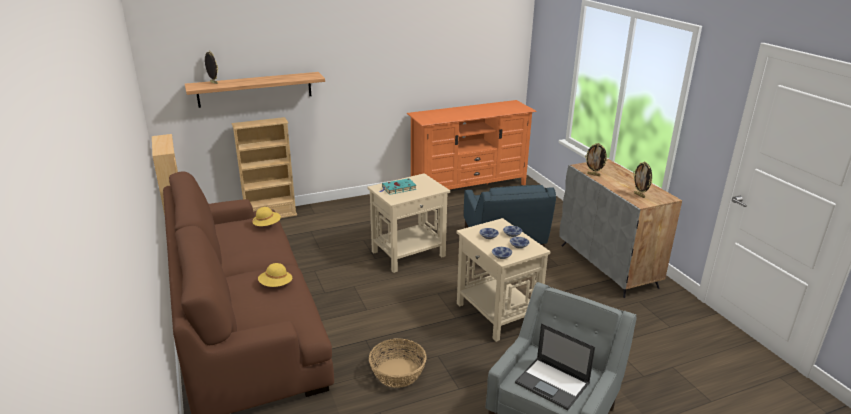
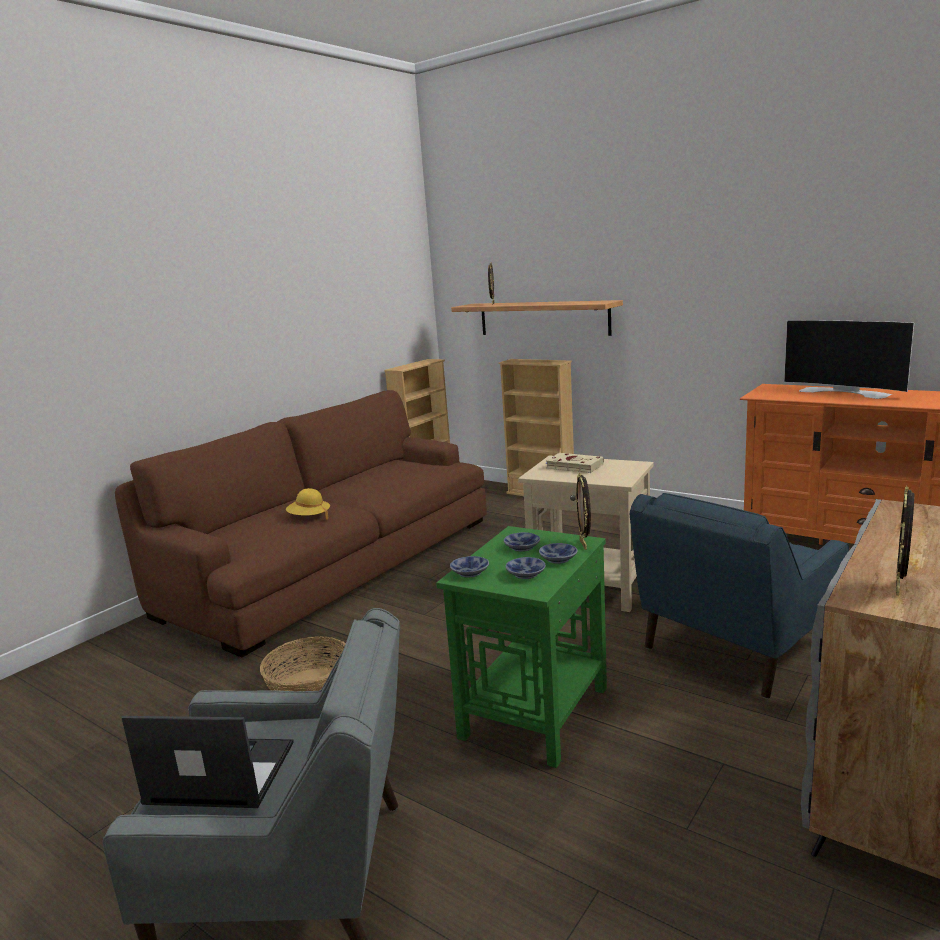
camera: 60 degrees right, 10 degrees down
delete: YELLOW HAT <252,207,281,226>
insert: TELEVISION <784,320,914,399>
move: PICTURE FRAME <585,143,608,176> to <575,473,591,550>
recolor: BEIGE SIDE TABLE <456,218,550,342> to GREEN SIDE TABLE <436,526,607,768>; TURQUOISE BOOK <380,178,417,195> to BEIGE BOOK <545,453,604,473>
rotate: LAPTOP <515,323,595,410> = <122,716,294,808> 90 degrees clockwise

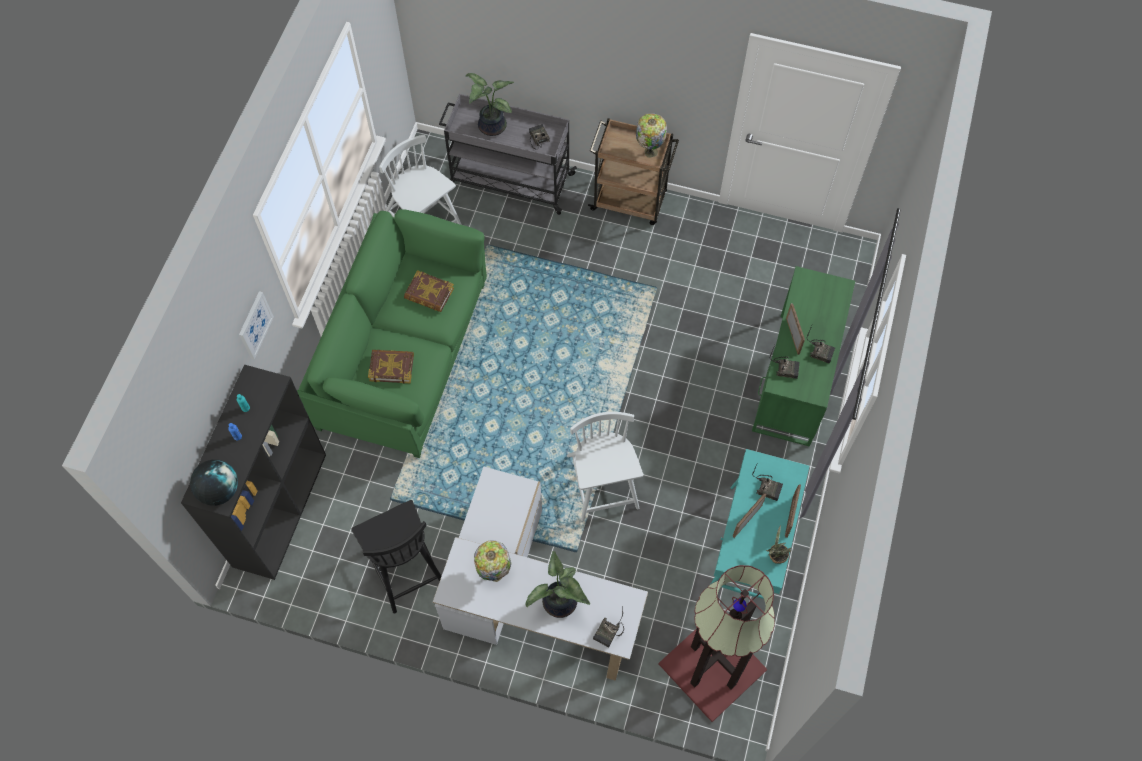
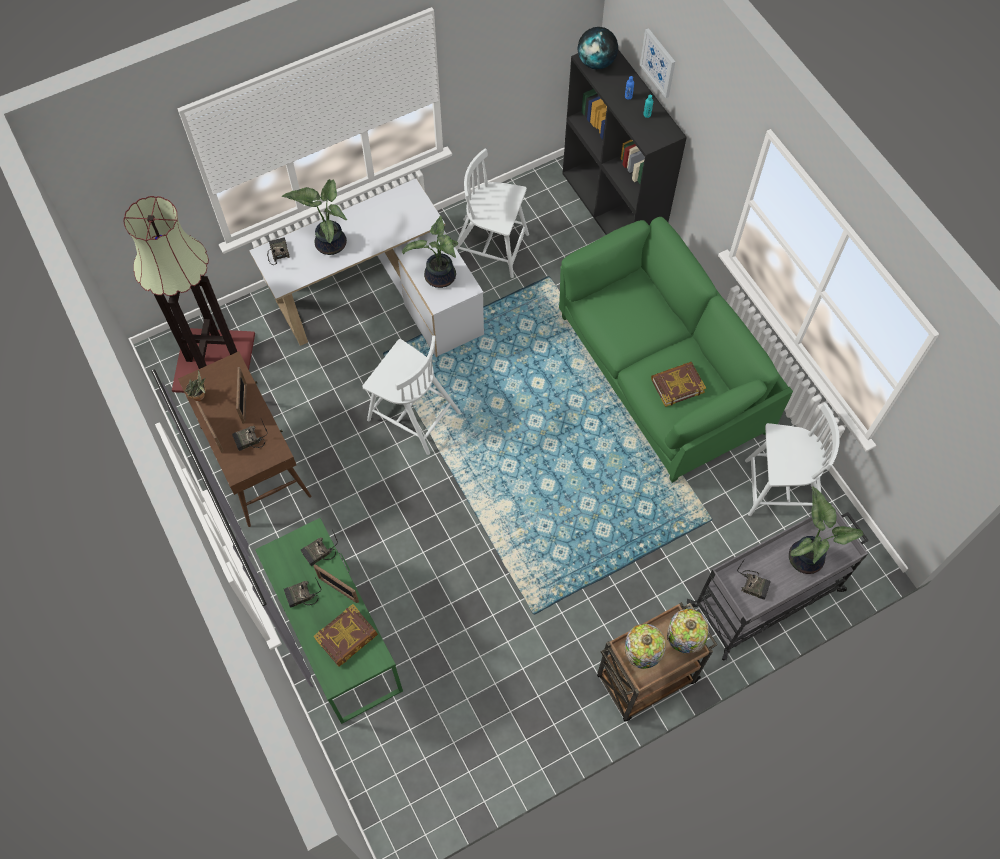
camera: 135 degrees right, 0 degrees up
insert: POTTED PLANT <402,216,458,288>
move: BOOK <368,350,414,384> to <314,604,378,666>; PICTURE <239,291,274,359> to <640,28,675,98>; TABLE LAMP <474,541,511,582> to <667,609,709,653>
recolor: TURQUOISE CONSOLE TABLE <710,449,809,599> to BROWN CONSOLE TABLE <178,351,311,527>; BLACK CHAIR <351,500,441,614> to WHITE CHAIR <455,148,529,278>

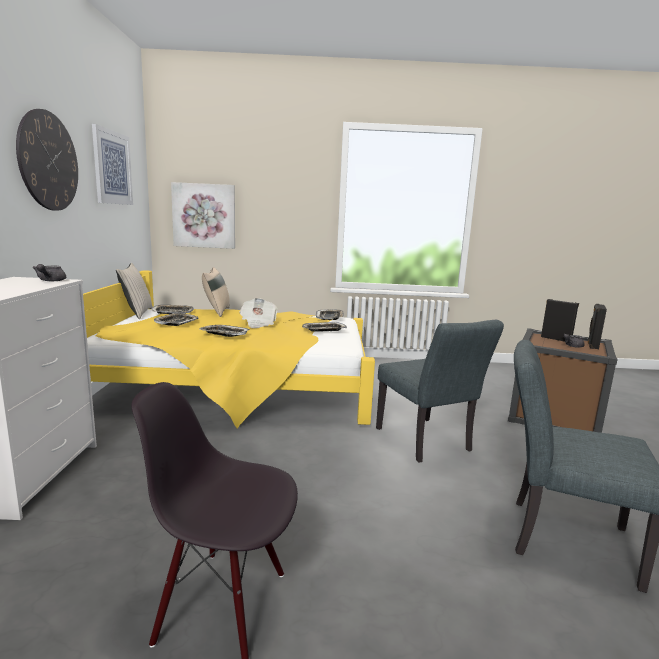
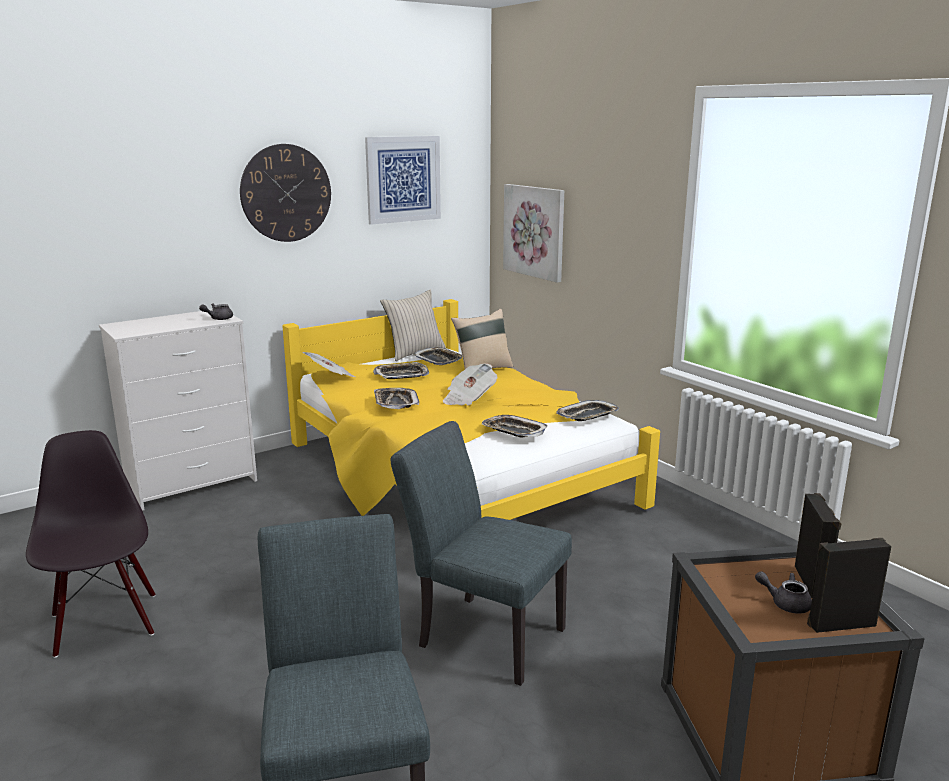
camera: 55 degrees right, 5 degrees up
insert: NEWSPAPER <303,352,355,377>
rotate: GREY CHAIR <376,320,504,462> = <390,421,572,686> 90 degrees clockwise

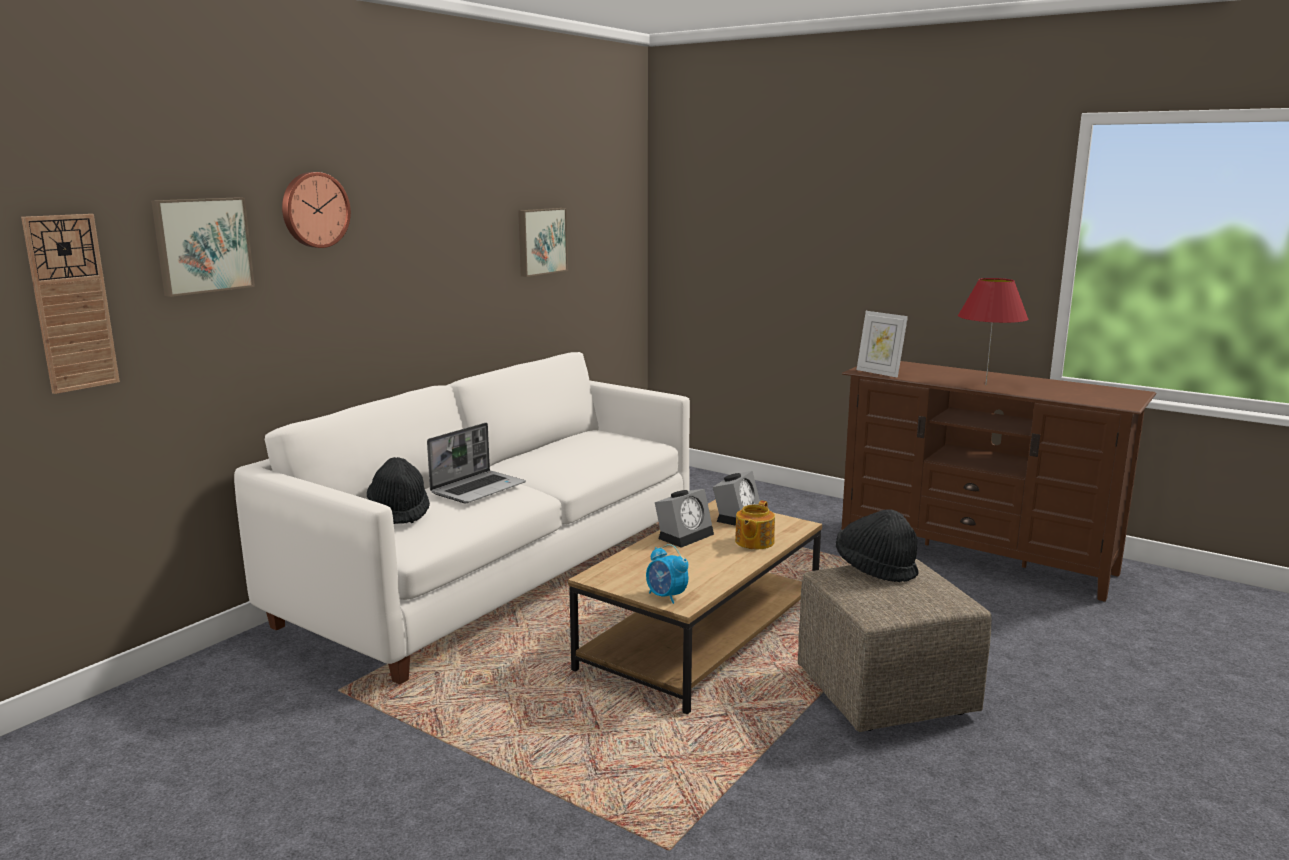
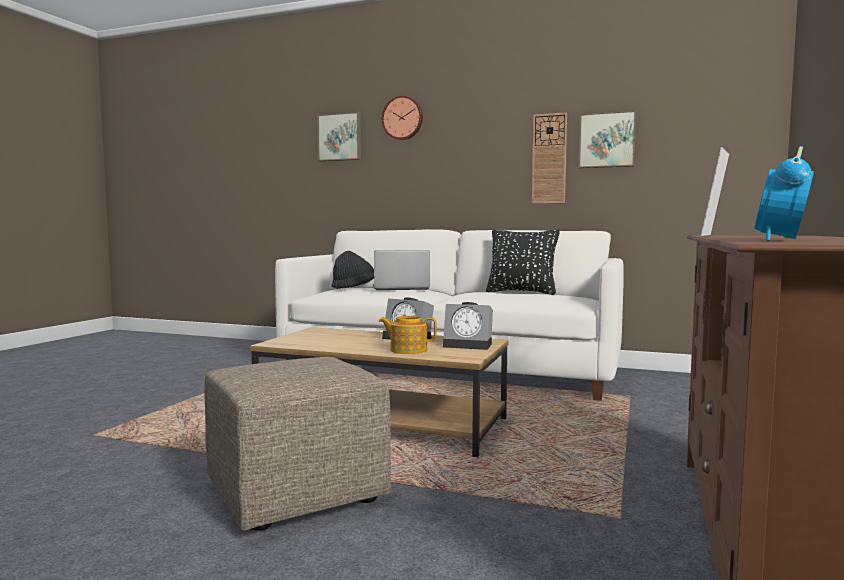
camera: 75 degrees right, 10 degrees down
delete: BLACK HAT <836,510,919,582>; RED TABLE LAMP <958,278,1028,384>
insert: BLACK PILLOW <486,229,560,295>
move: WALL CLOCK <21,214,120,394> to <532,112,567,204>; ALARM CLOCK <646,544,689,604> to <754,146,814,241>
rotate: LAPTOP <427,423,526,503> = <373,250,430,290> 150 degrees clockwise

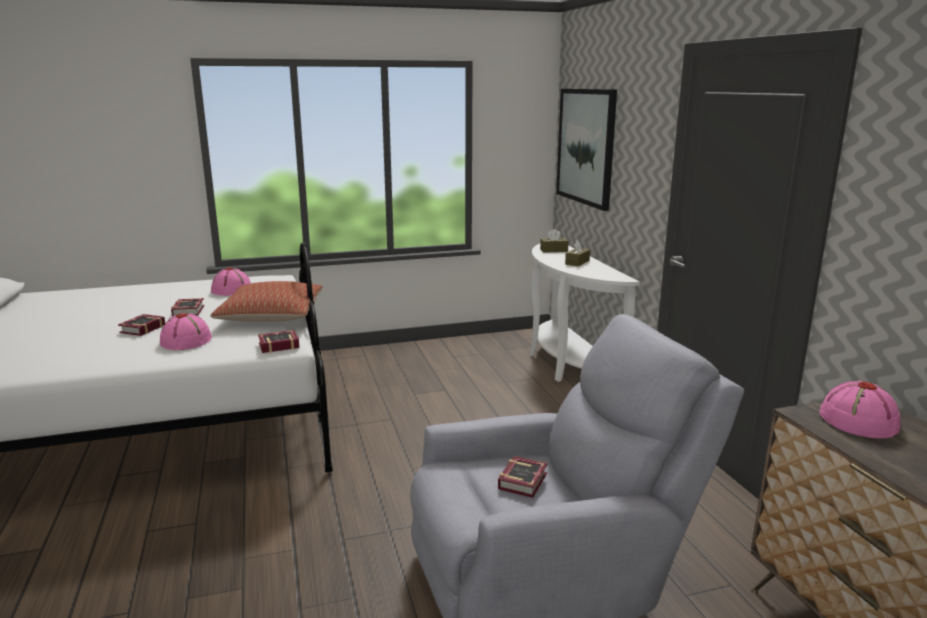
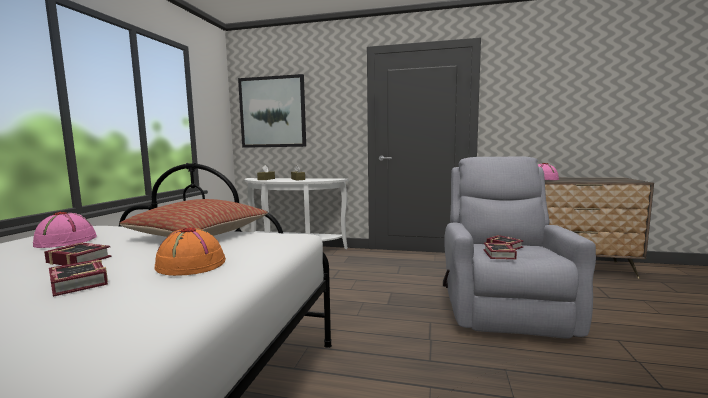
camera: 60 degrees left, 10 degrees down
move: BOOK <258,330,300,353> to <483,243,517,260>
recolor: PINK HAT <160,313,212,350> to ORANGE HAT <155,227,226,276>

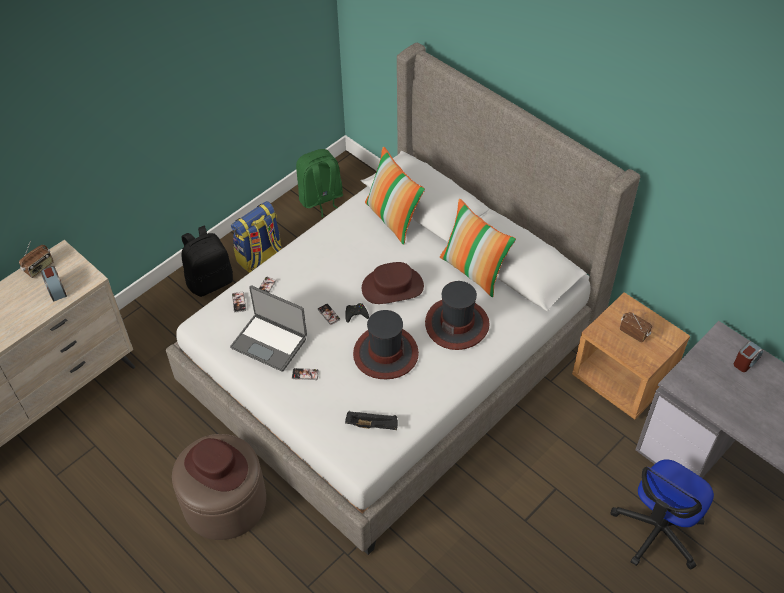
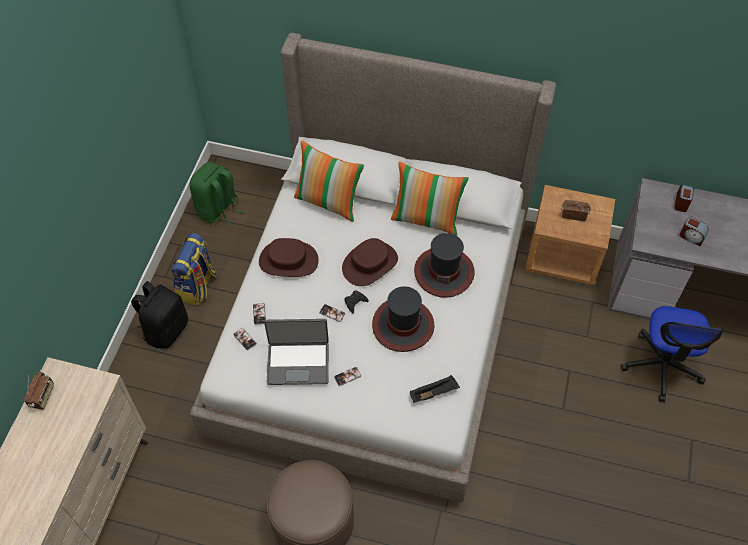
camera: 30 degrees left, 5 degrees up
move: BROWN HAT <184,438,248,492> to <259,238,319,277>; ALARM CLOCK <41,266,67,302> to <680,217,709,246>

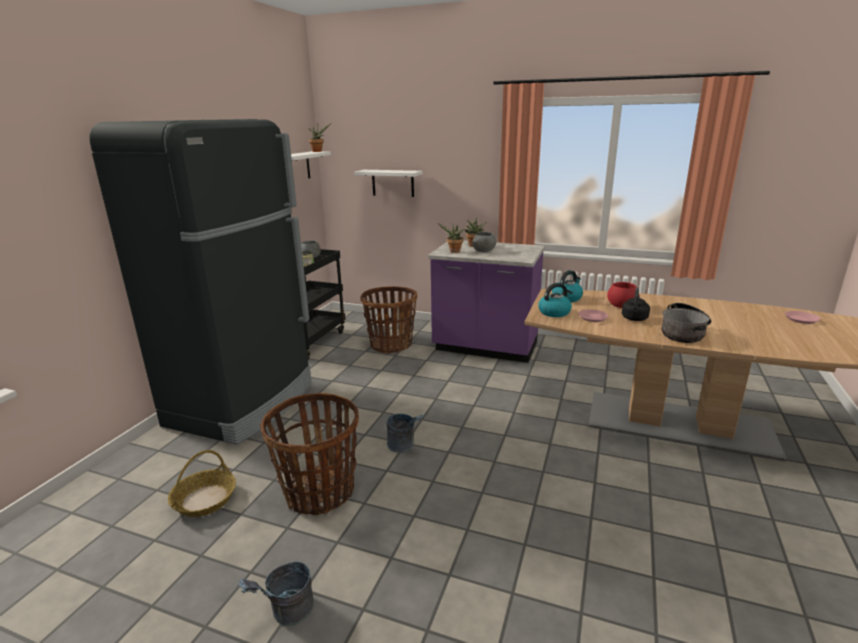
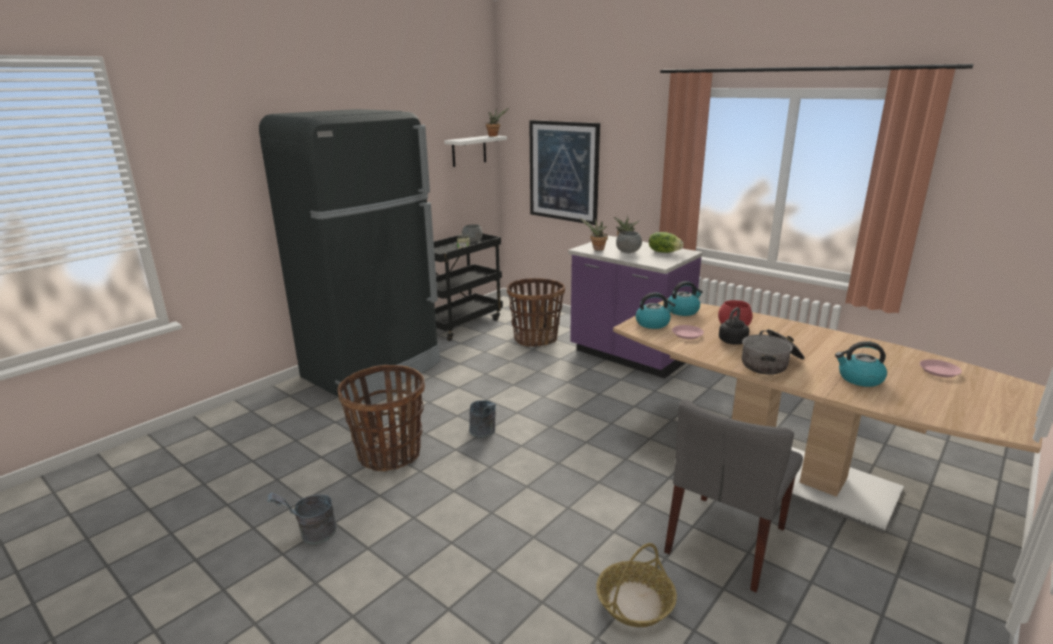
camera: 20 degrees right, 0 degrees up
insert: LETTUCE <649,232,684,253>; GREY CHAIR <664,399,803,592>; KETTLE <835,341,887,387>
move: BASKET <168,450,236,517> to <596,543,677,627>
replace: WHITE SHELF <354,170,422,197> to PICTURE <529,120,600,225>

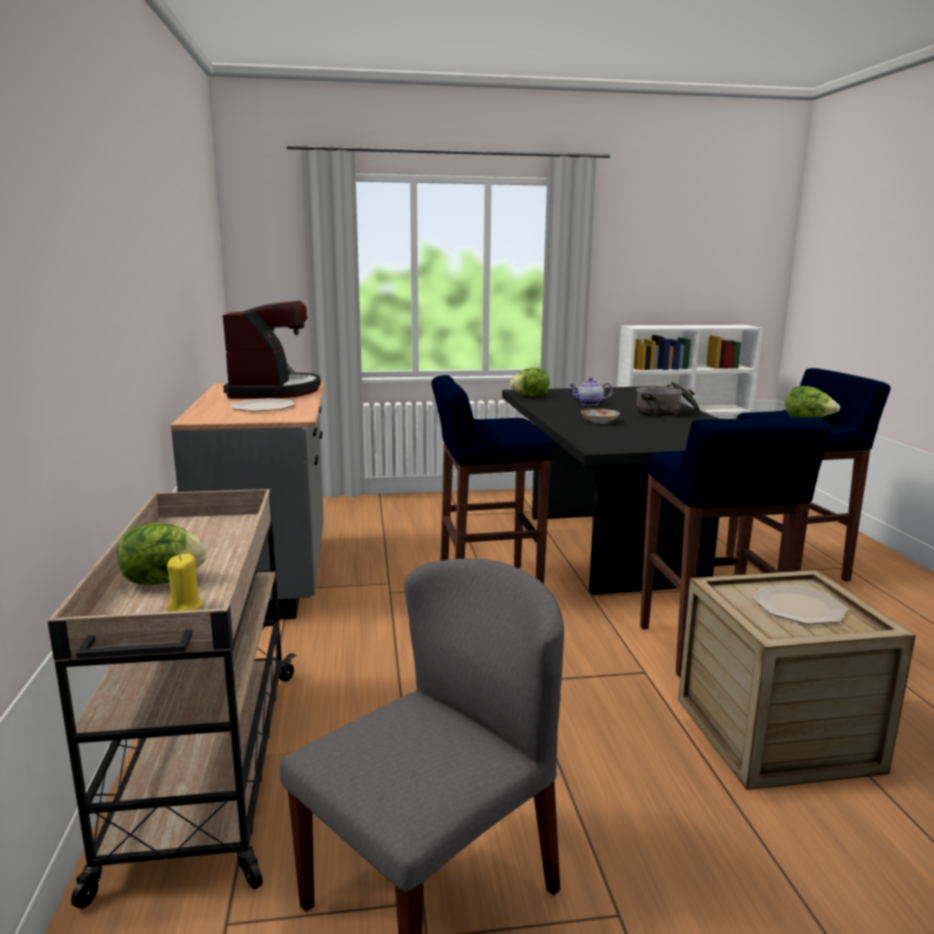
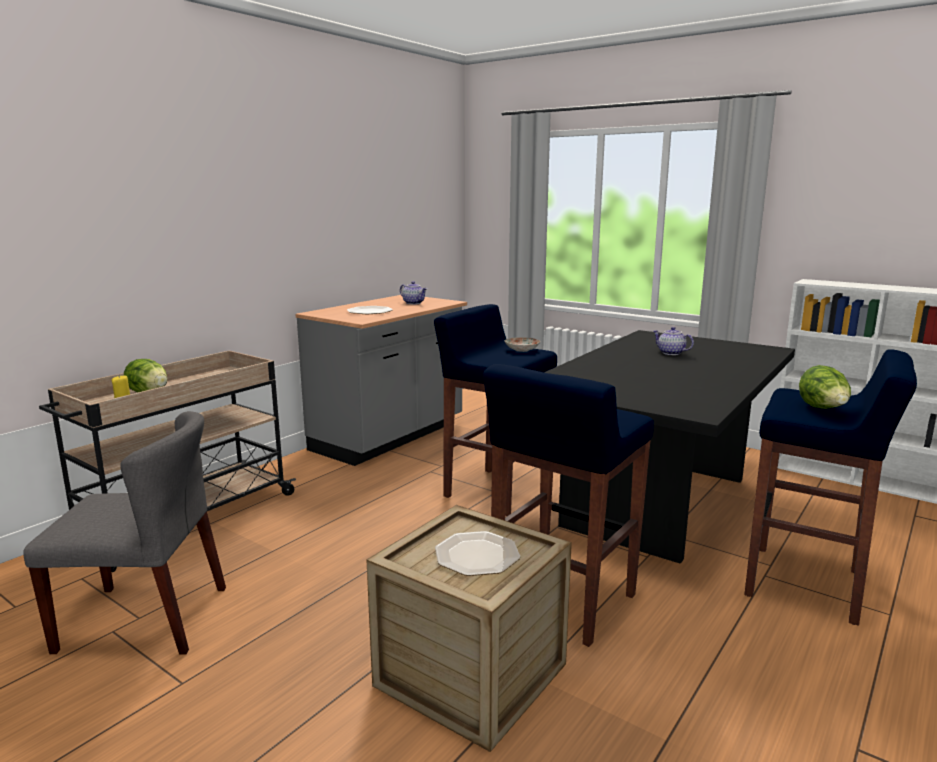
camera: 45 degrees right, 0 degrees up
delete: LETTUCE <510,368,549,397>; COOKING POT <636,381,701,417>
move: PLATE <581,409,620,424> to <505,337,540,352>
replace: COFFEE MACHINE <223,301,321,399> to TEAPOT <400,281,427,304>

